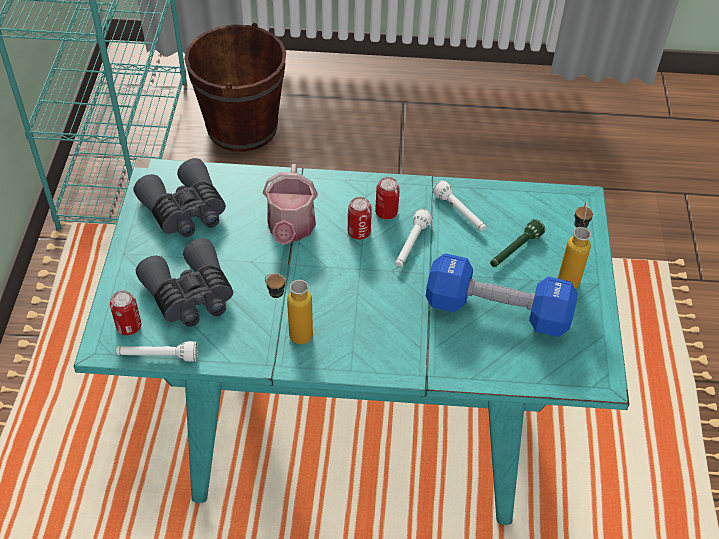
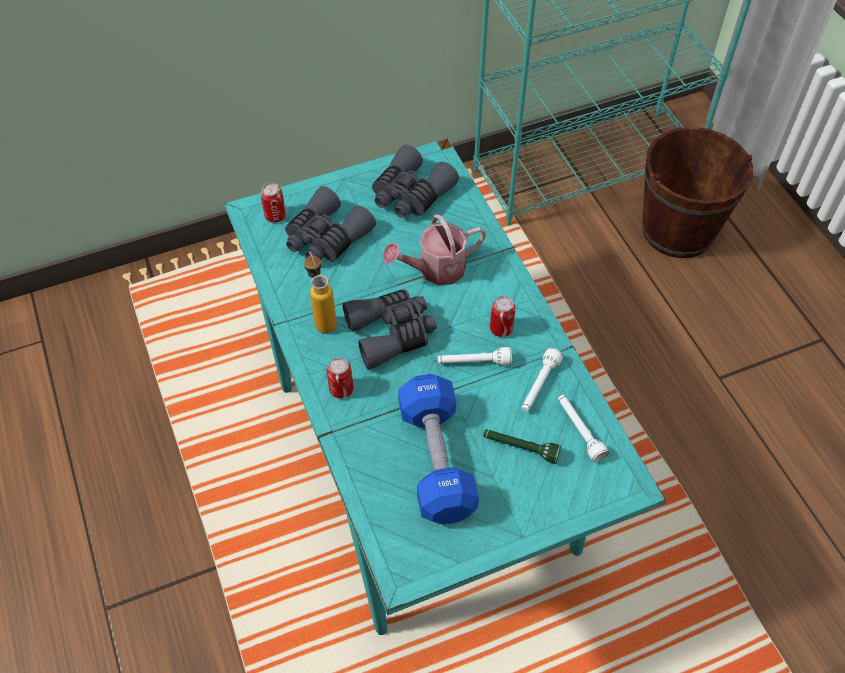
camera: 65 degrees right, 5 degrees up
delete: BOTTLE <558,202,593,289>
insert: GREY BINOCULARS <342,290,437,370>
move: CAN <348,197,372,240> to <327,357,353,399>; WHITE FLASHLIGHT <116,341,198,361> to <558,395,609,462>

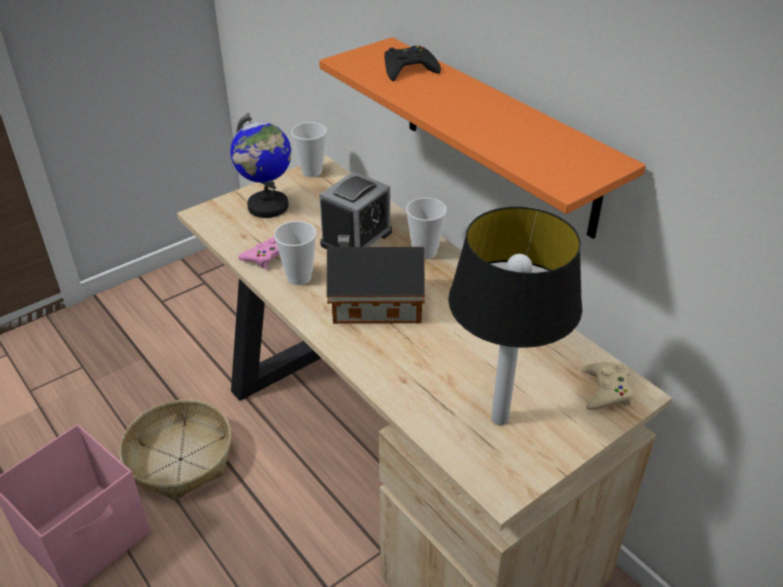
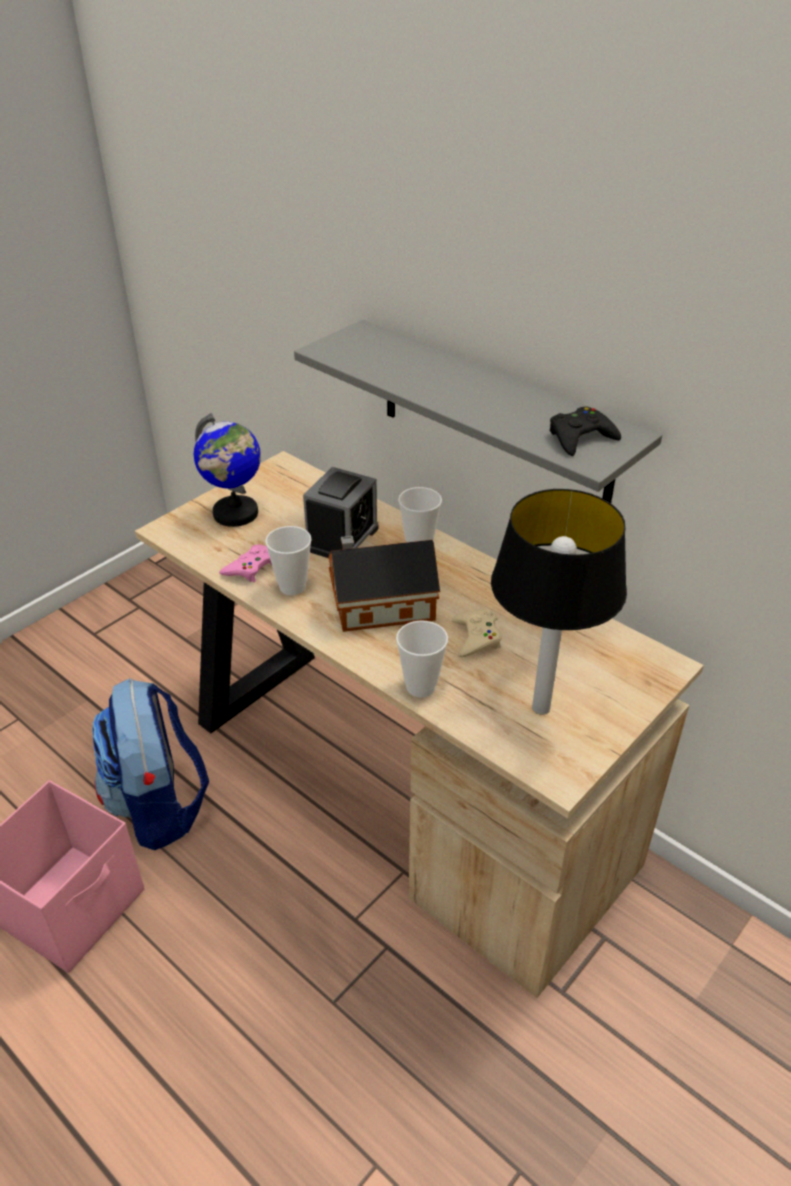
camera: 10 degrees left, 0 degrees up
move: CUP <291,122,327,177> to <396,620,448,697>; BEIGE GAME CONTROLLER <582,362,633,410> to <452,610,502,657>; BLACK GAME CONTROLLER <385,46,441,81> to <549,407,621,456>
replace: BASKET <119,400,232,501> to BACKPACK <92,678,209,850>
recolor: ORANGE SHELF <319,37,646,239> to GREY SHELF <294,320,662,503>

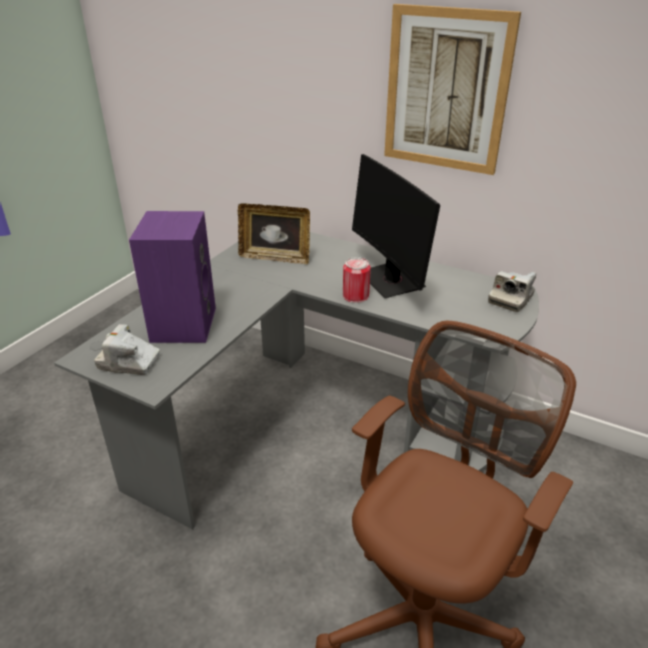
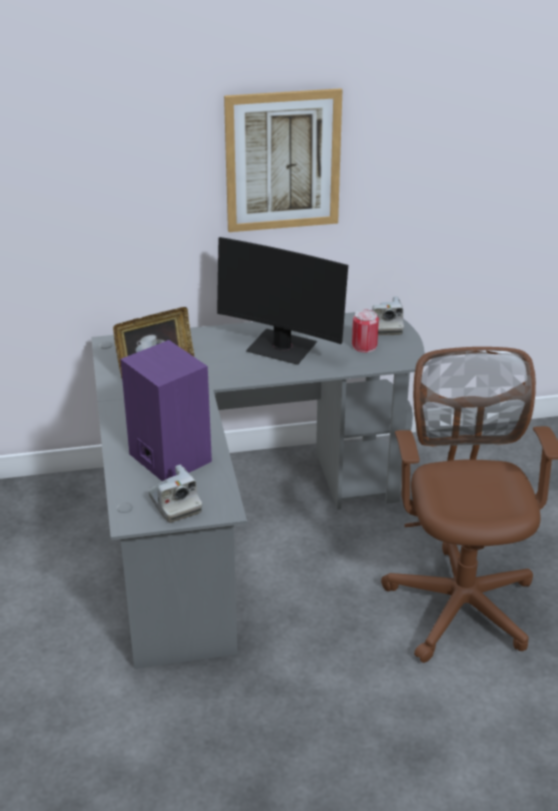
camera: 40 degrees left, 0 degrees up
move: CAN <343,257,371,303> to <352,309,379,352>
rotate: PHOTO CAMERA <94,324,160,375> = <148,465,202,523> 90 degrees counterclockwise

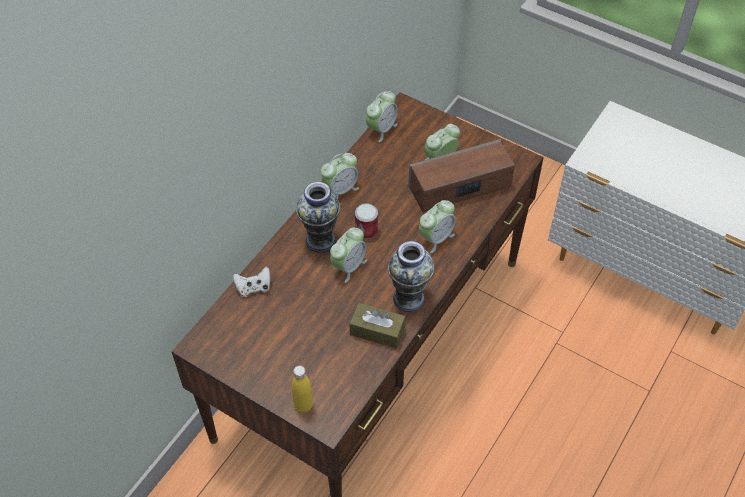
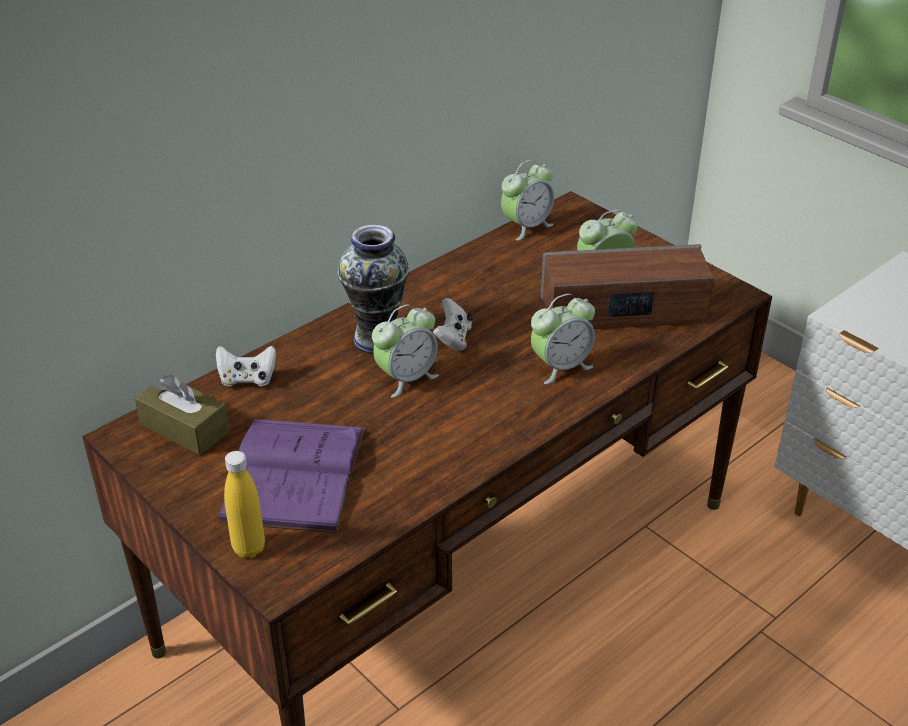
camera: 15 degrees right, 15 degrees down
delete: ALARM CLOCK <321,153,359,198>; VASE <388,241,434,312>
insert: PURPLE BOOK <217,419,365,533>
move: BROWN TISSUE BOX <349,303,406,349> to <135,375,230,455>
replace: CAN <355,203,378,239> to WHITE GAME CONTROLLER <433,298,473,351>

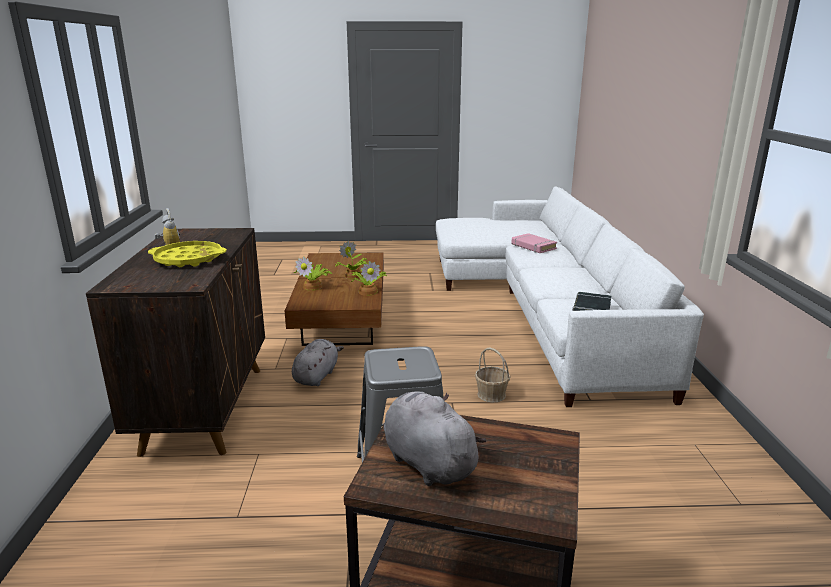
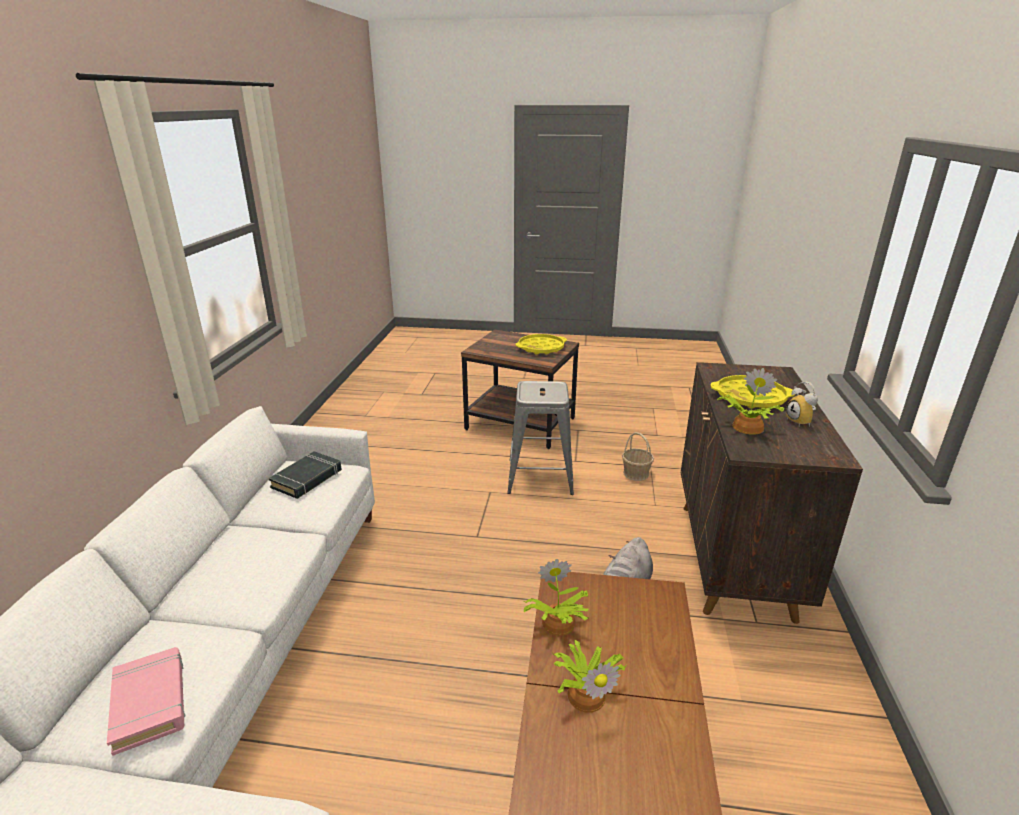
camera: 170 degrees left, 5 degrees up
move: BASKET <475,347,511,403> to <622,432,654,481>; POTTED PLANT <294,256,332,291> to <717,368,784,435>
replace: GREY PLUSH TOY <384,391,487,486> to YELLOW TRAY <516,334,567,355>

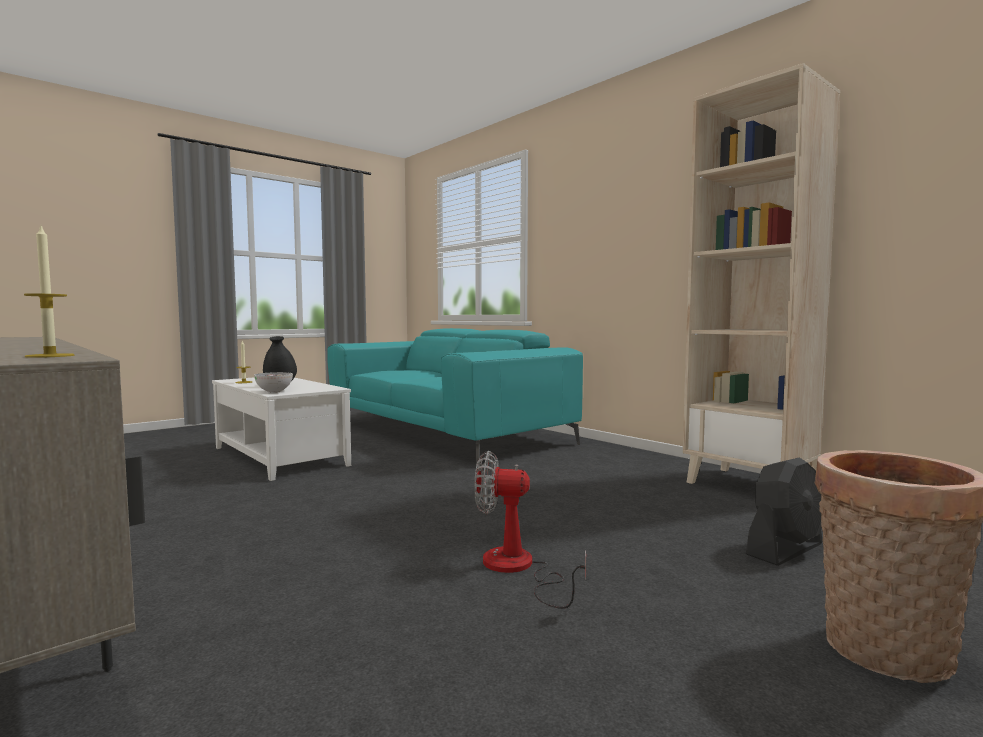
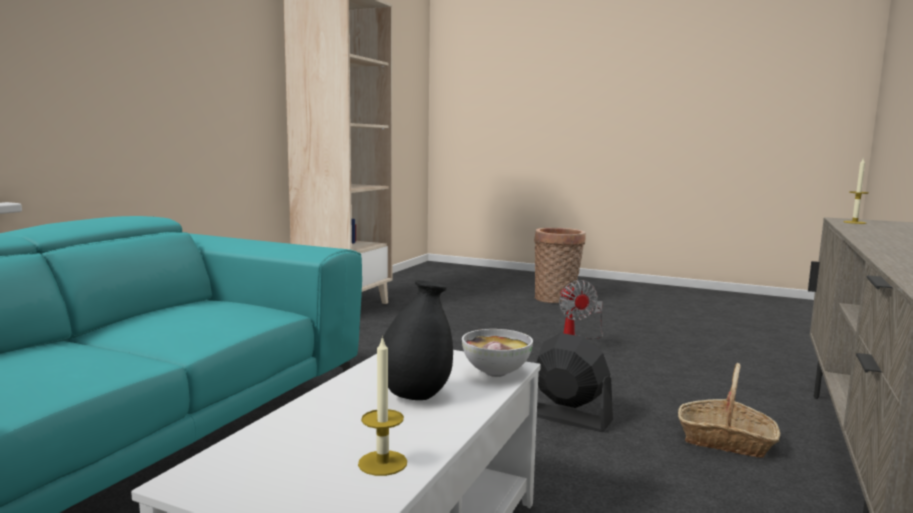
camera: 115 degrees left, 5 degrees up
insert: BASKET <678,363,780,458>
move: BLACK FAN <746,458,823,566> to <534,333,613,432>

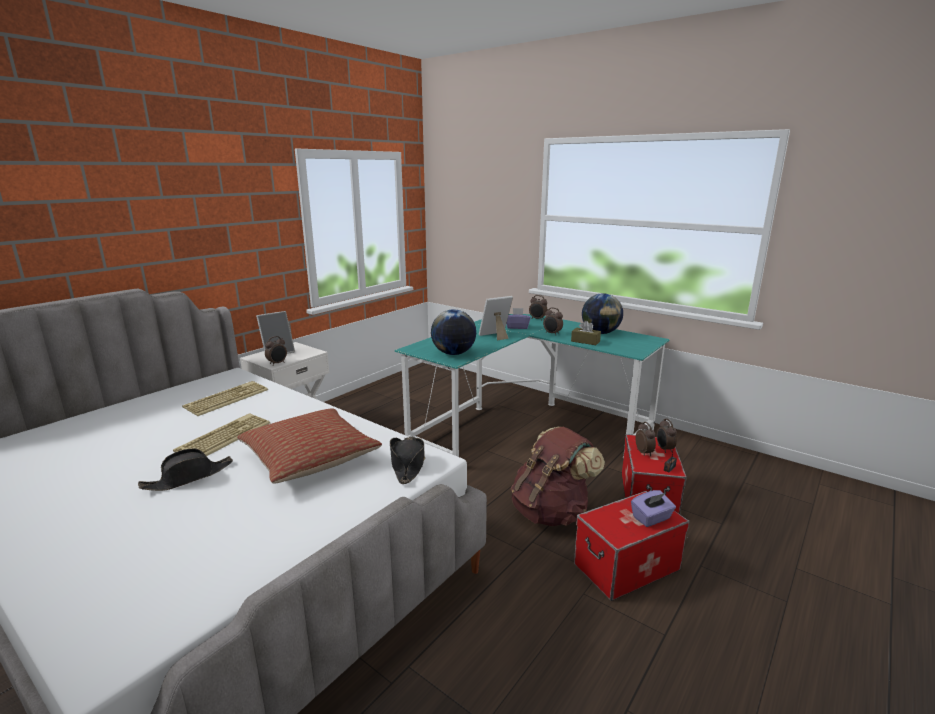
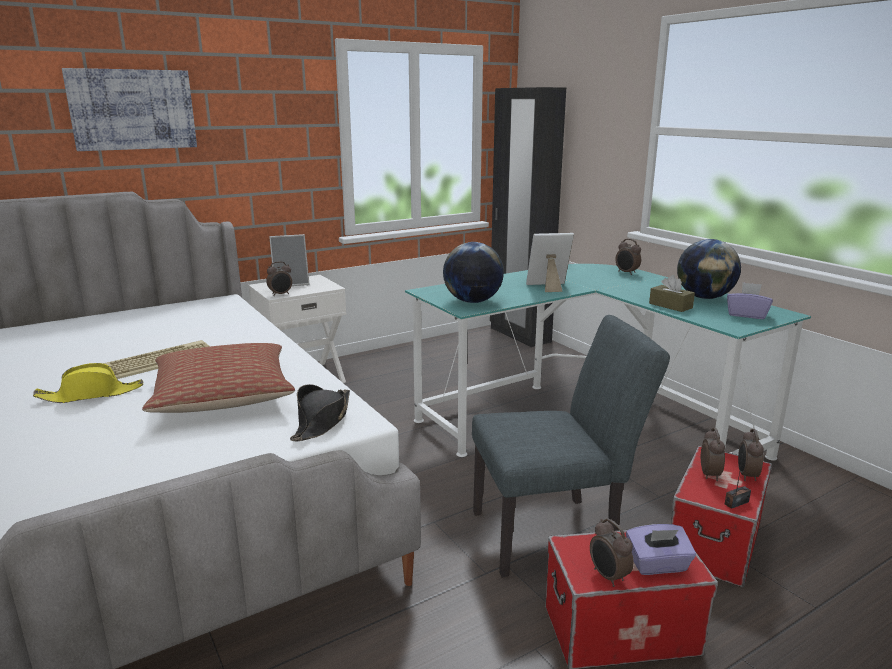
camera: 20 degrees right, 0 degrees up
delete: KEYBOARD <182,381,268,416>
insert: PICTURE <62,68,197,151>; BLACK WARDROBE <490,87,566,347>
move: ALARM CLOCK <543,307,563,335> to <590,518,634,587>; PURPLE TISSUE BOX <506,308,530,329> to <727,282,773,319>
replace: BROWN BACKPACK <511,427,605,526> to GREY CHAIR <472,315,670,577>
recolor: BLACK HAT <138,448,233,491> to YELLOW HAT <33,363,143,403>

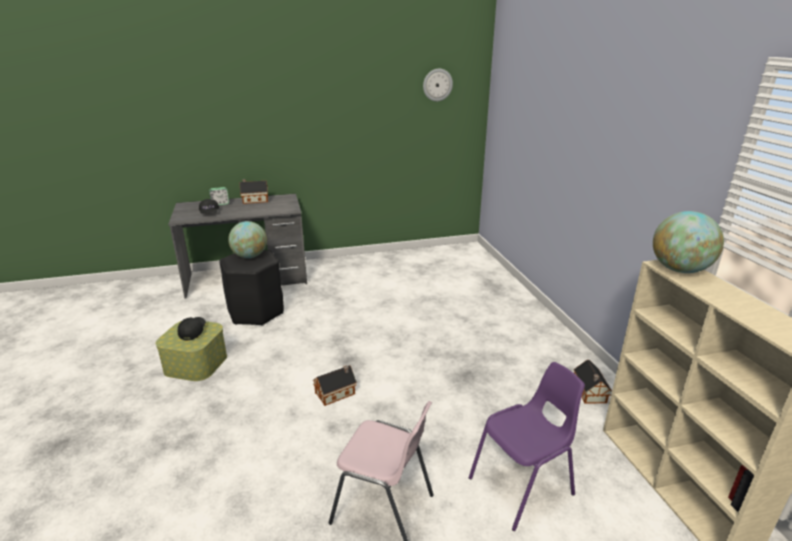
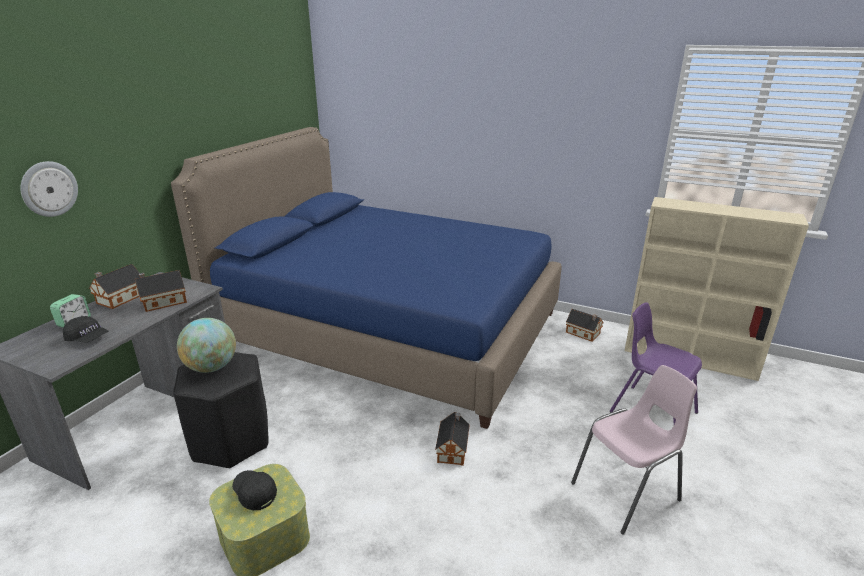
camera: 50 degrees left, 0 degrees up
delete: GLOBE <653,211,724,273>
insert: TOY HOUSE <135,270,187,312>; BLUE BED <171,127,562,429>
move: WALL CLOCK <423,69,453,101> to <20,161,78,217>
rotate: PURPLE CHAIR <469,362,585,531> = <610,302,702,424> 60 degrees counterclockwise

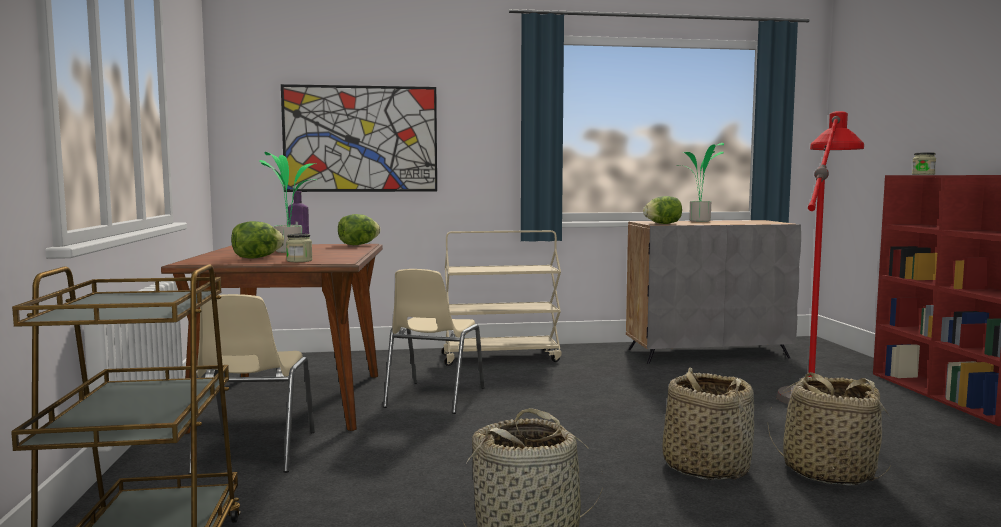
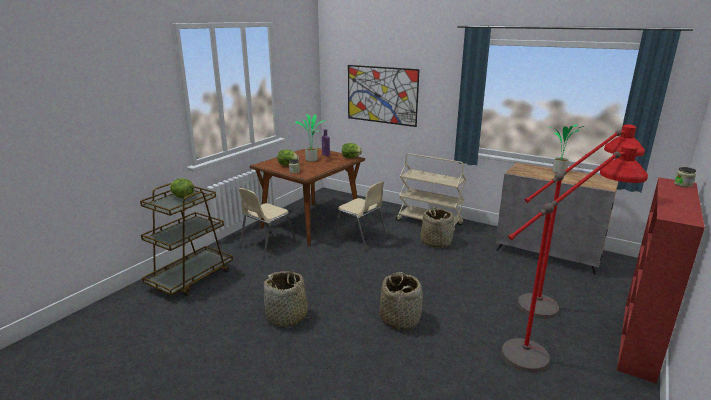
camera: 40 degrees right, 15 degrees up
insert: RED FLOOR LAMP <501,144,648,373>
move: LETTUCE <643,196,682,224> to <170,178,194,198>; BASKET <768,372,890,486> to <421,207,454,248>
rotate: BEIGE CHAIR <383,269,485,414> = <333,181,388,251> 105 degrees counterclockwise

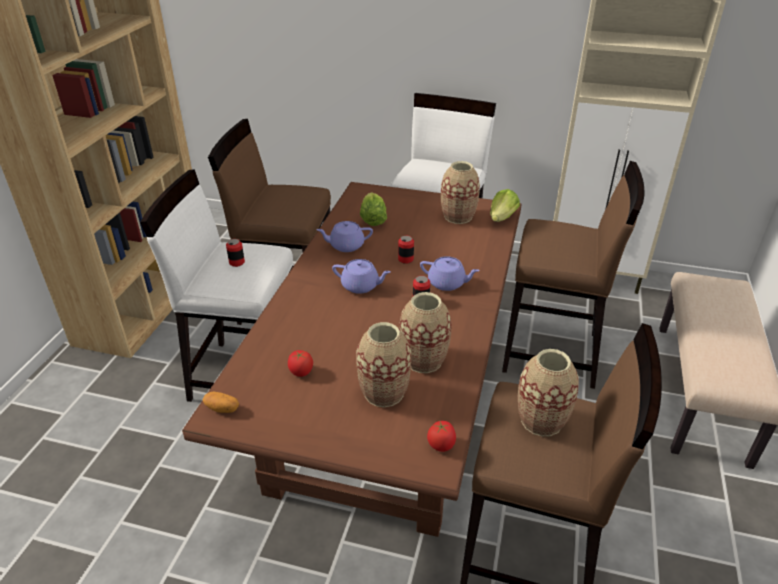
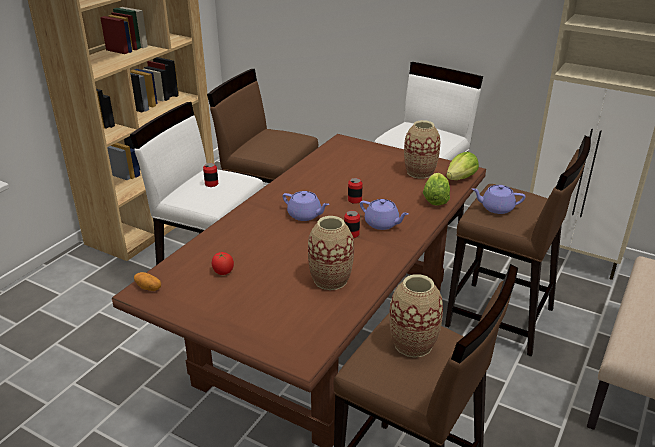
camera: 15 degrees right, 5 degrees down
delete: VASE <356,322,411,407>; TOMATO <427,421,456,452>
move: LETTUCE <360,192,387,226> to <423,173,450,206>; PURPLE TEAPOT <316,221,373,252> to <472,185,525,214>

